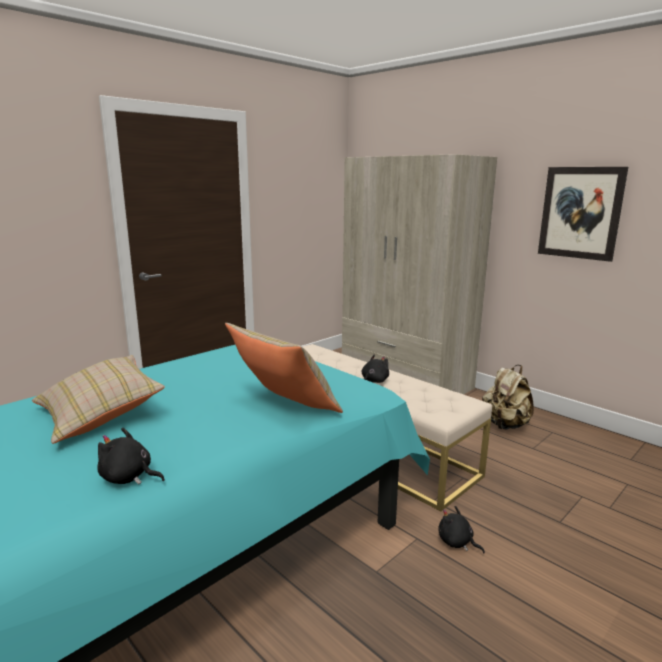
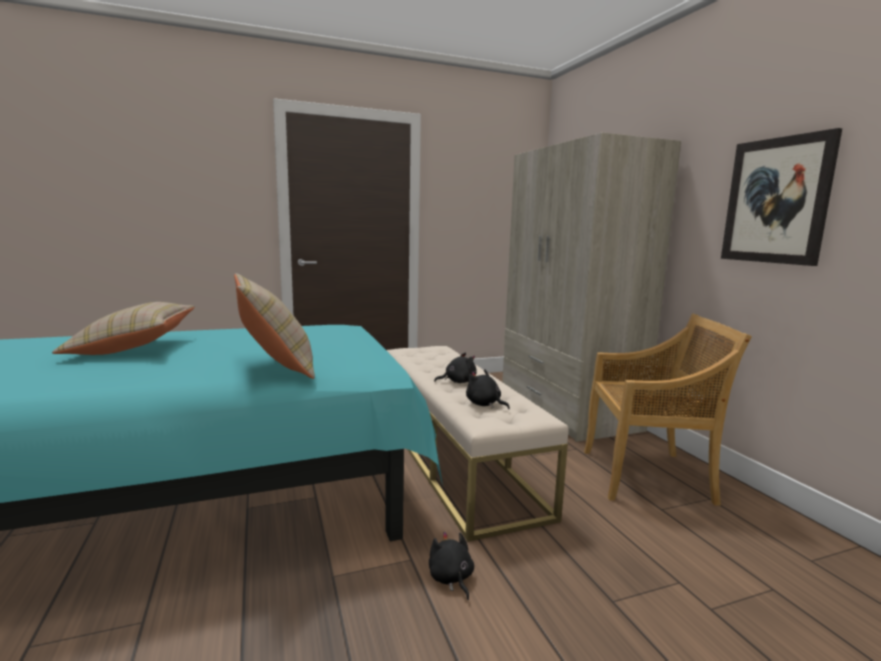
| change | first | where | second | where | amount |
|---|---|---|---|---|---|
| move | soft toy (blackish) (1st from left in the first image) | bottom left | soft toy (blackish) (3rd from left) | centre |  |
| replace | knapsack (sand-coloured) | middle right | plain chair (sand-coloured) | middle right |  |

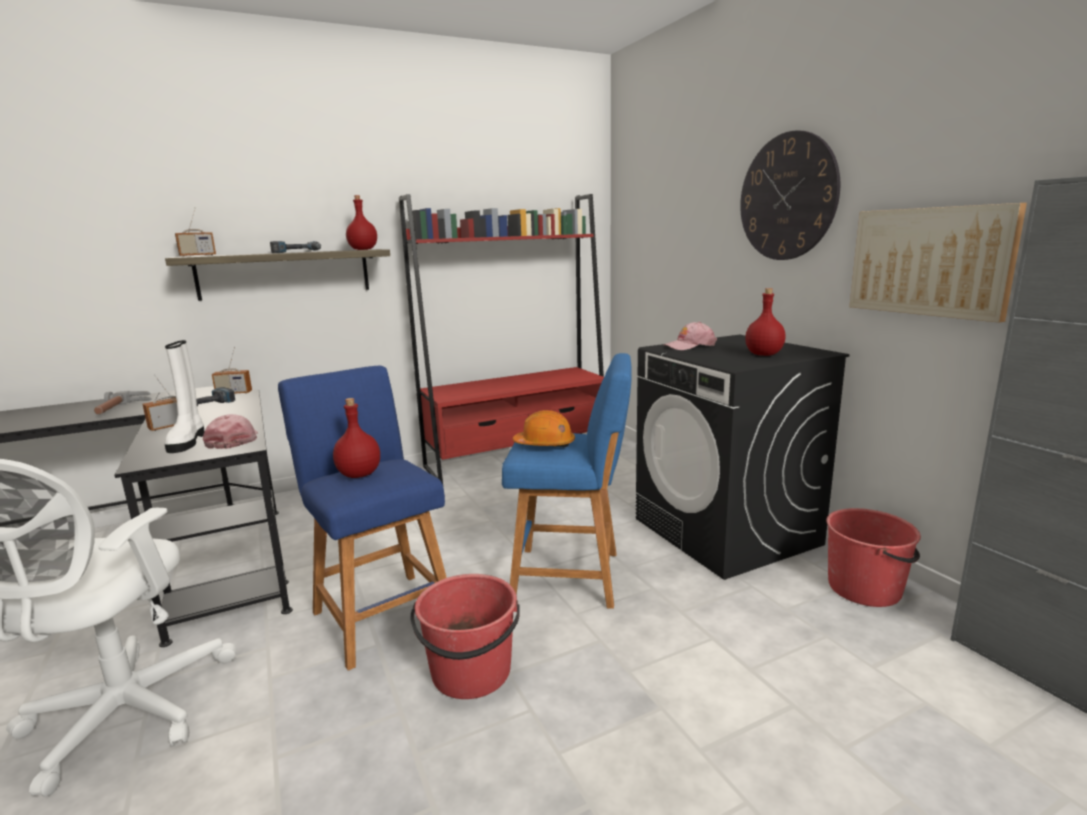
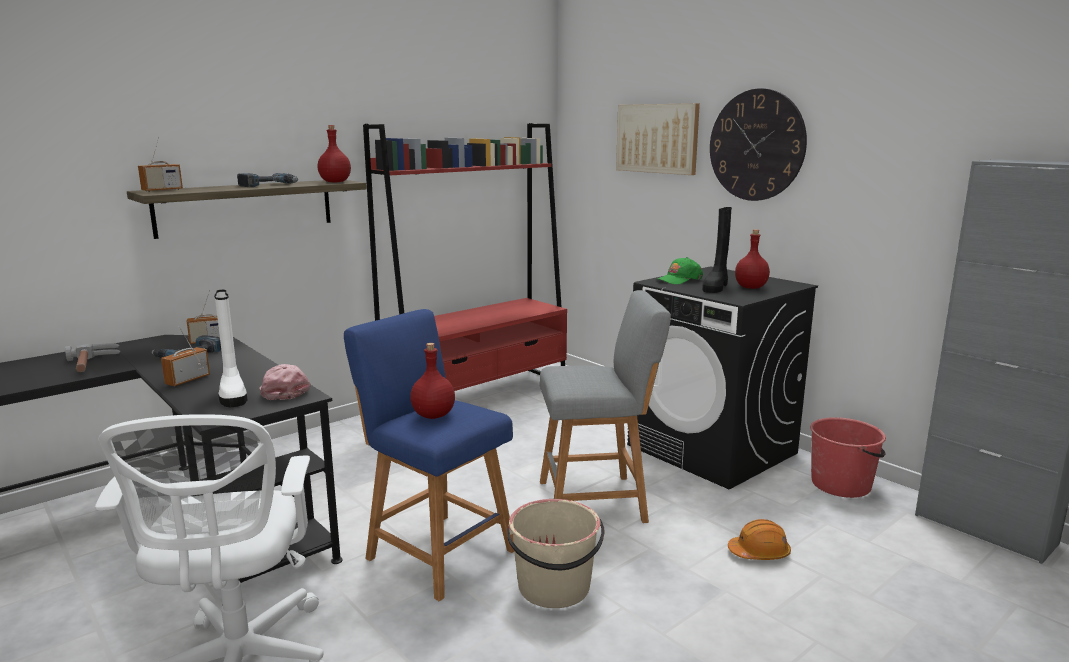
| change | first | where | second | where | amount |
|---|---|---|---|---|---|
| recolor | bucket (reddish) (1st from left) | bottom centre | bucket (sand-coloured) | bottom centre |  |
| recolor | stool seat (bluish) (2nd from left) | centre | stool seat (greyish) | centre |  |
| move | safety helmet (orange-coloured) | centre |  | bottom right |  |
| recolor | baseball cap (pinkish) (2nd from left) | centre | baseball cap (green) | centre |  |
| move | picture | top right |  | top centre |  |
| insert |  |  | boot (blackish) | middle right |  |

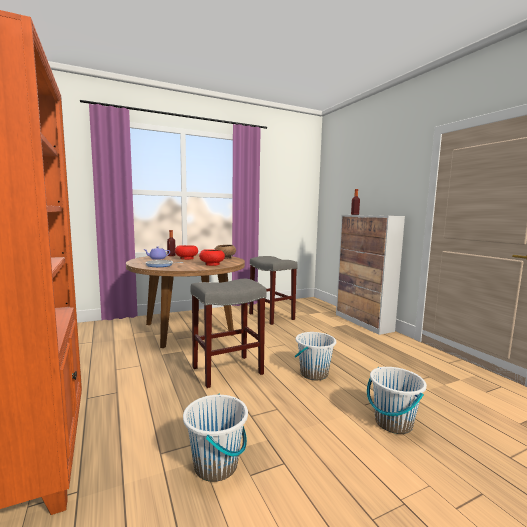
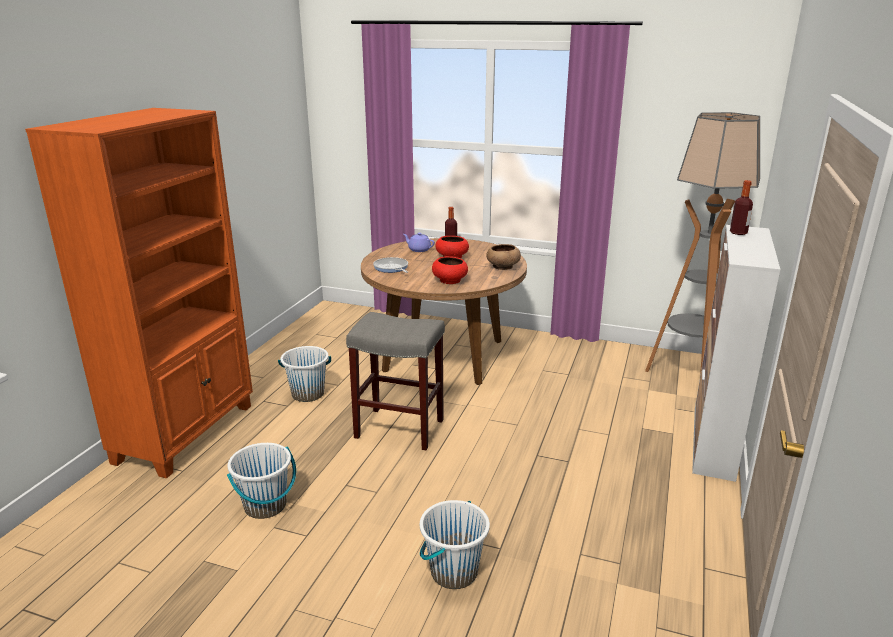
| change | first | where | second | where | amount |
|---|---|---|---|---|---|
| delete | stool seat (greyish) (2nd from left) | centre |  |  |  |
| move | bucket (white-coloured) (2nd from left) | bottom centre |  | centre |  |
| insert |  |  | floor lamp | middle right |  |

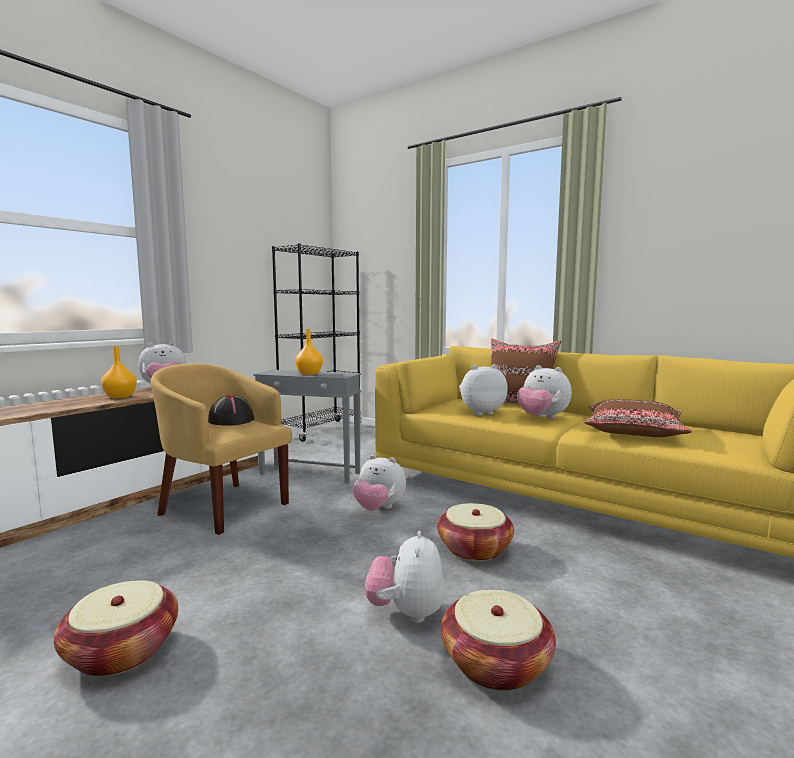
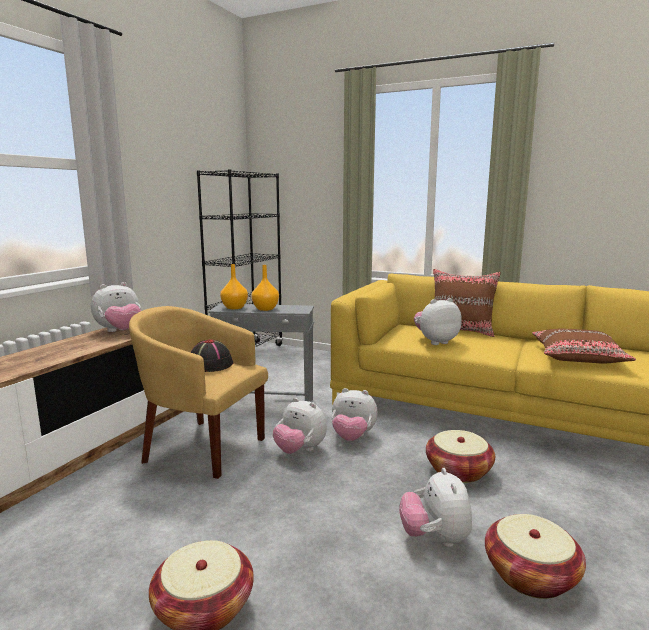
| change | first | where | second | where | amount |
|---|---|---|---|---|---|
| move | vase (orange-coloured) (1st from left) | middle left |  | centre |  |
| move | soft toy (5th from left in the first image) | middle right | soft toy (2nd from left) | bottom centre |  |

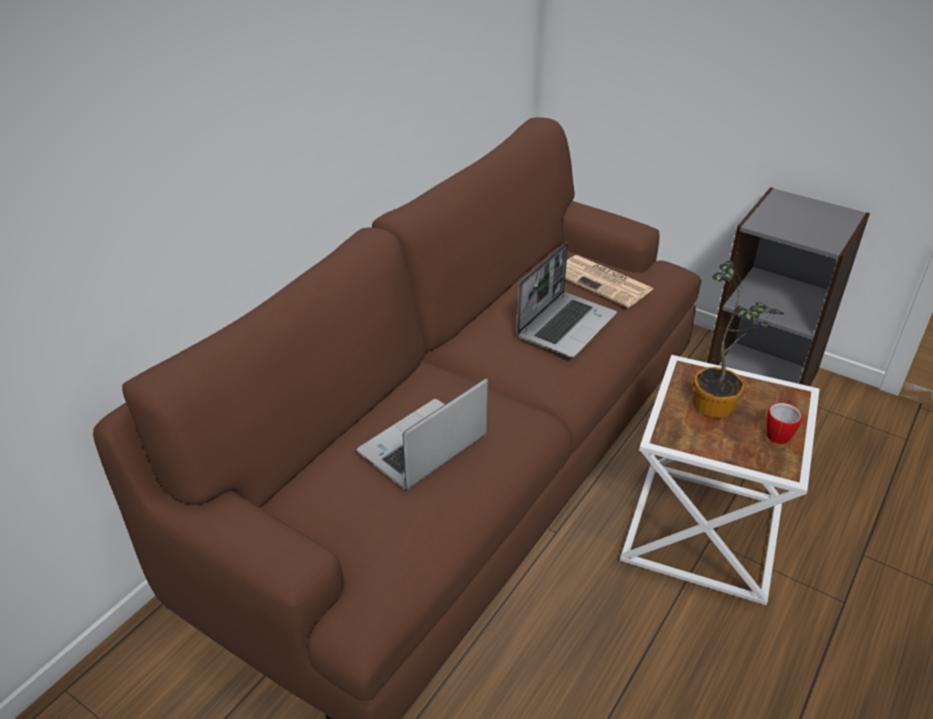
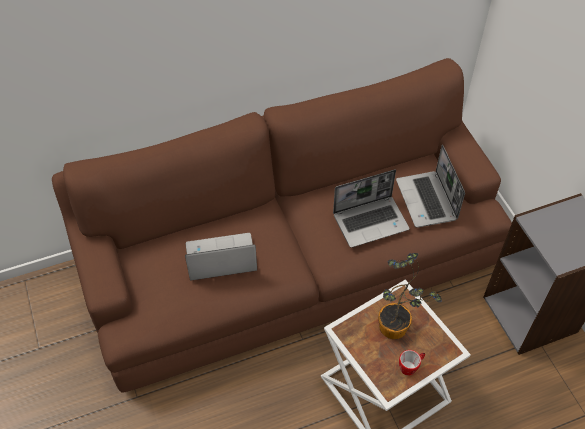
| change | first | where | second | where | amount |
|---|---|---|---|---|---|
| replace | daily paper | centre | laptop (3rd from left) | middle right |  |

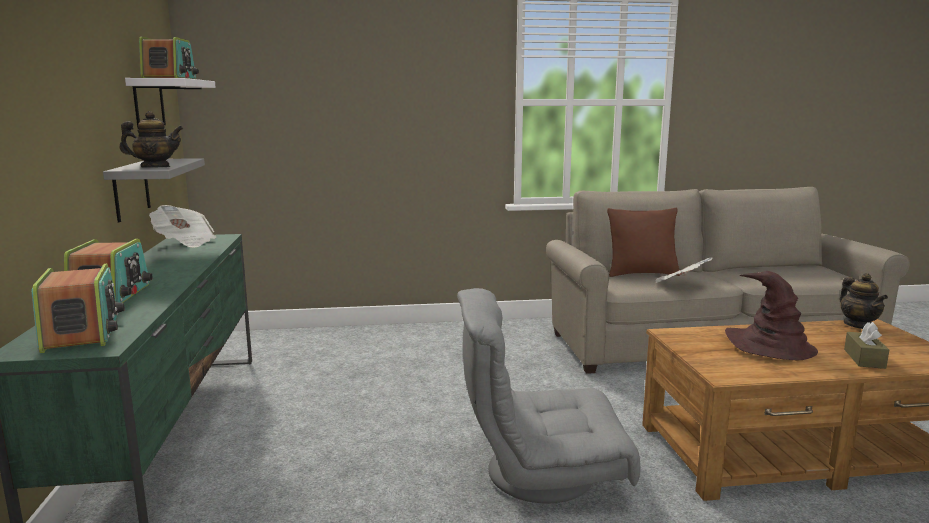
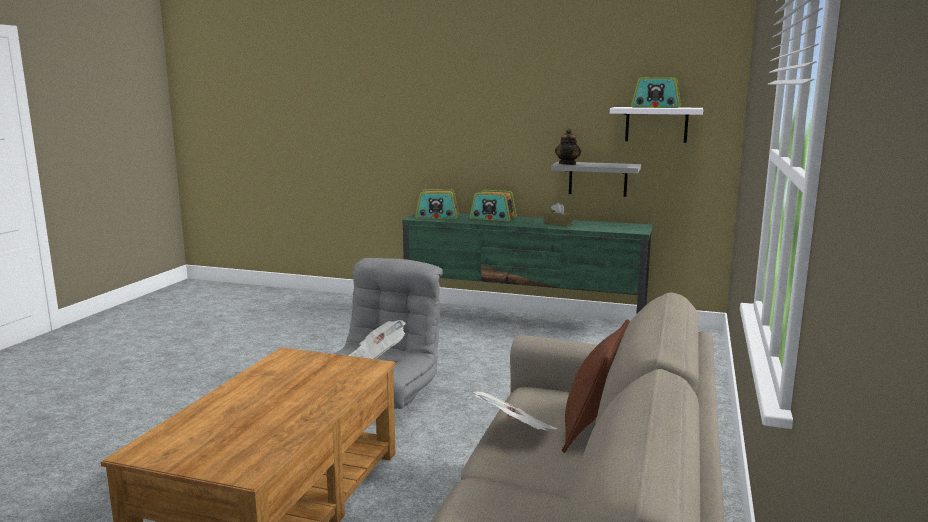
| change | first | where | second | where | amount |
|---|---|---|---|---|---|
| move | daily paper (1st from left) | middle left |  | centre |  |
| delete | wearable hat (brown) | middle right |  |  |  |
| delete | pot for tea (2nd from left) | middle right |  |  |  |
| move | box of tissues (brown) | middle right |  | centre |  |

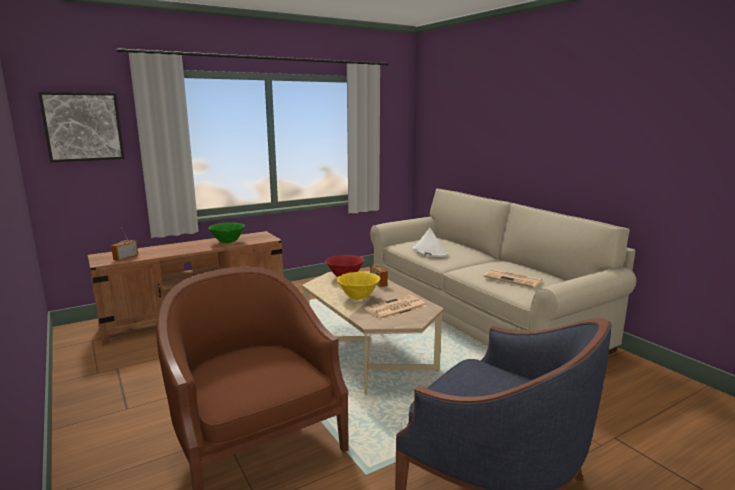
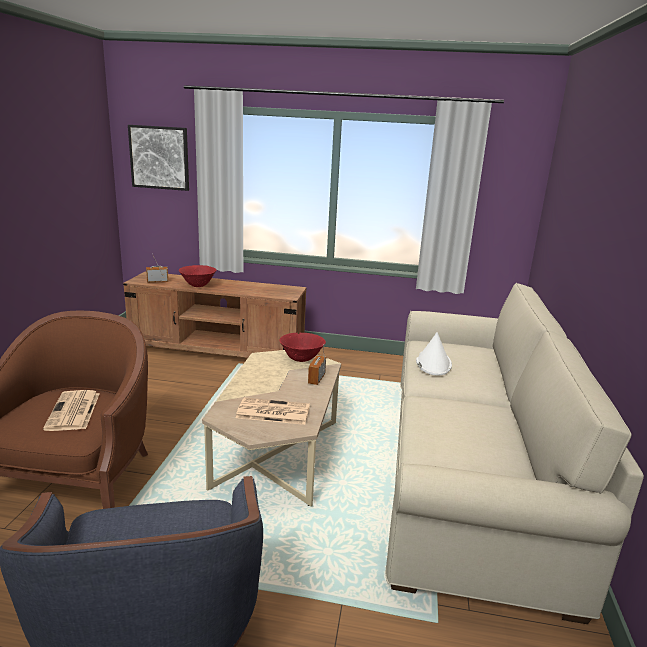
| change | first | where | second | where | amount |
|---|---|---|---|---|---|
| delete | deep dish (green) | middle left |  |  |  |
| delete | deep dish (yellowish) | centre |  |  |  |
| move | daily paper (2nd from left in the first image) | middle right | daily paper (1st from left) | middle left |  |
| insert |  |  | deep dish (reddish) (1st from left) | middle left |  |

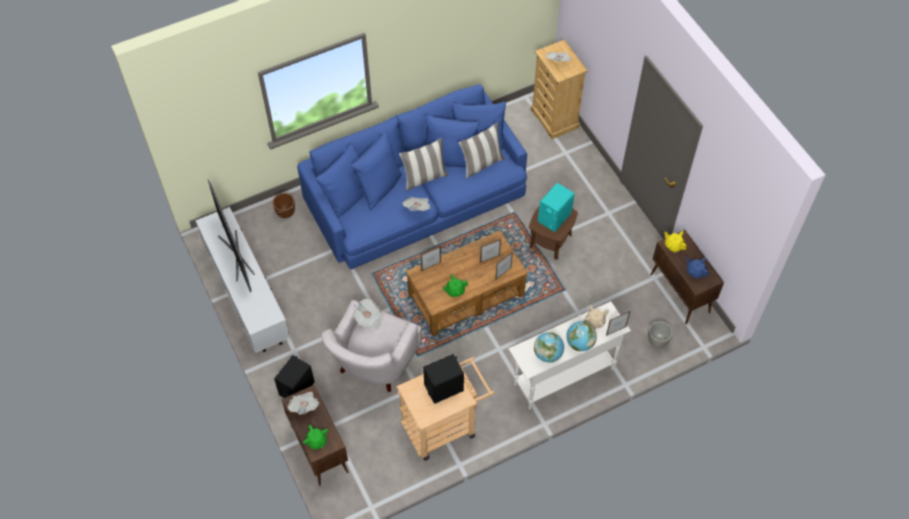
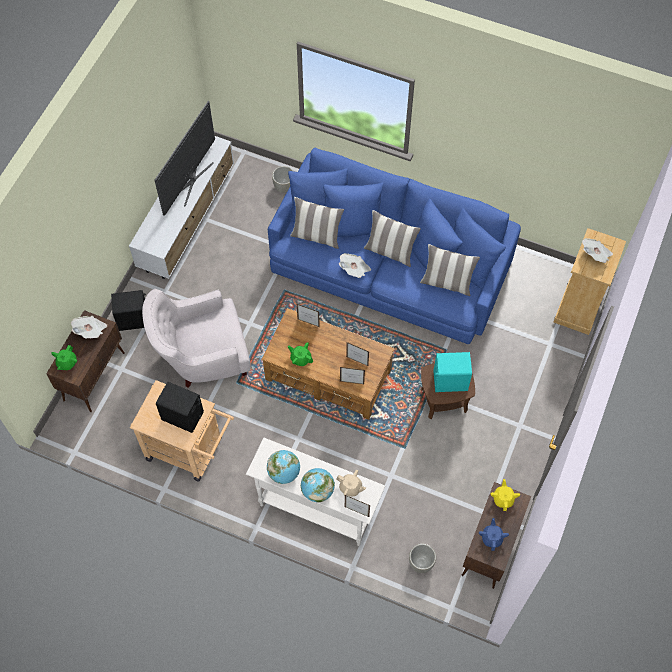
| change | first | where | second | where | amount |
|---|---|---|---|---|---|
| recolor | planter (brown) | middle left | planter (greyish) (1st from left) | top centre |  |
| delete | daily paper (2nd from left) | centre |  |  |  |
| insert |  |  | pillow (1st from left) | top centre |  |

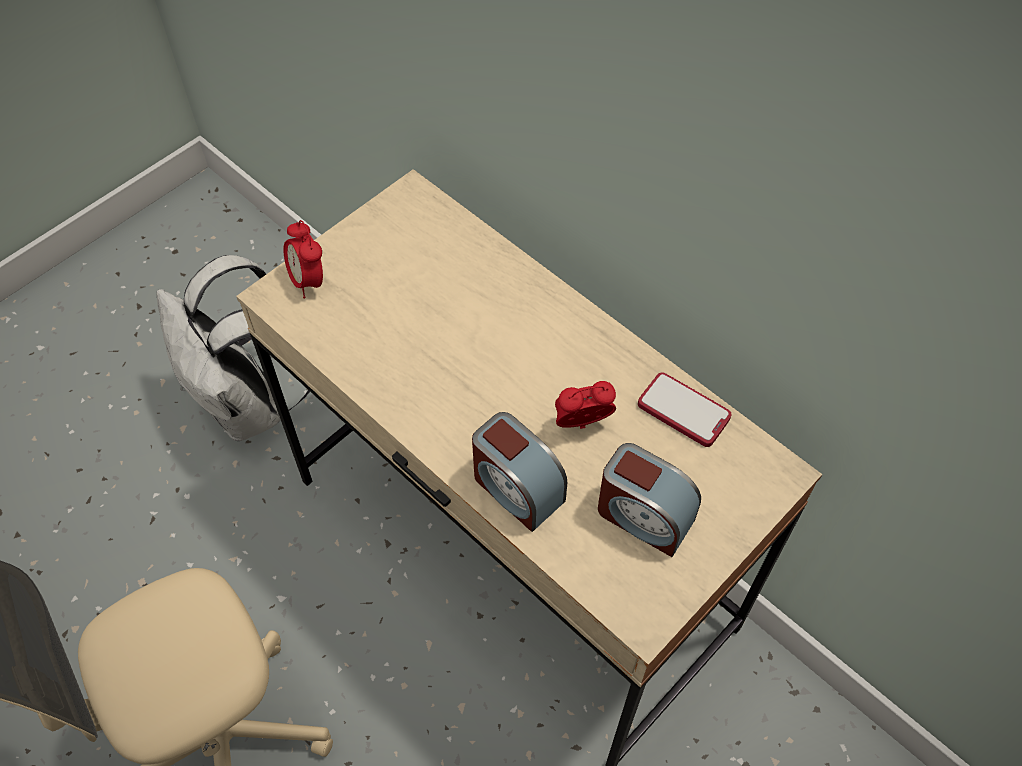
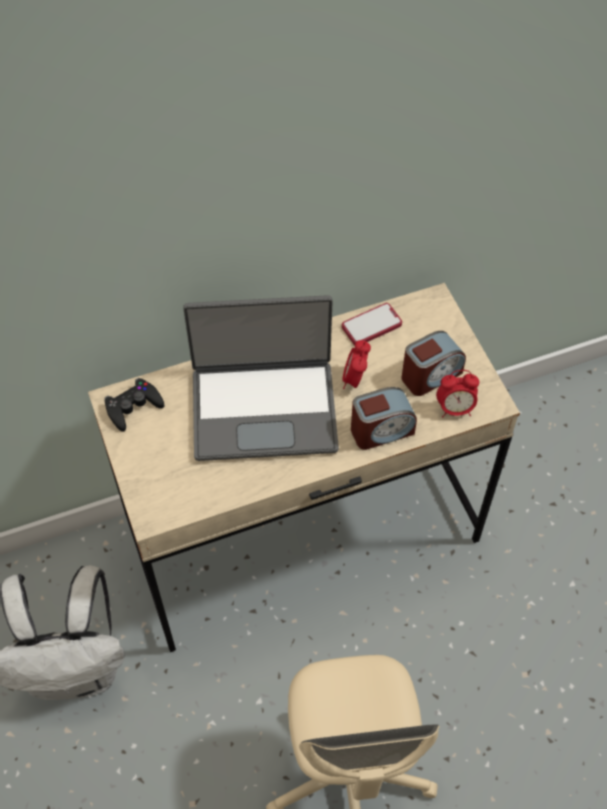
| change | first | where | second | where | amount |
|---|---|---|---|---|---|
| move | table clock (1st from left in the first image) | middle left | table clock (4th from left) | middle right |  |
| insert |  |  | joypad (blackish) | middle left |  |
| insert |  |  | laptop | centre |  |

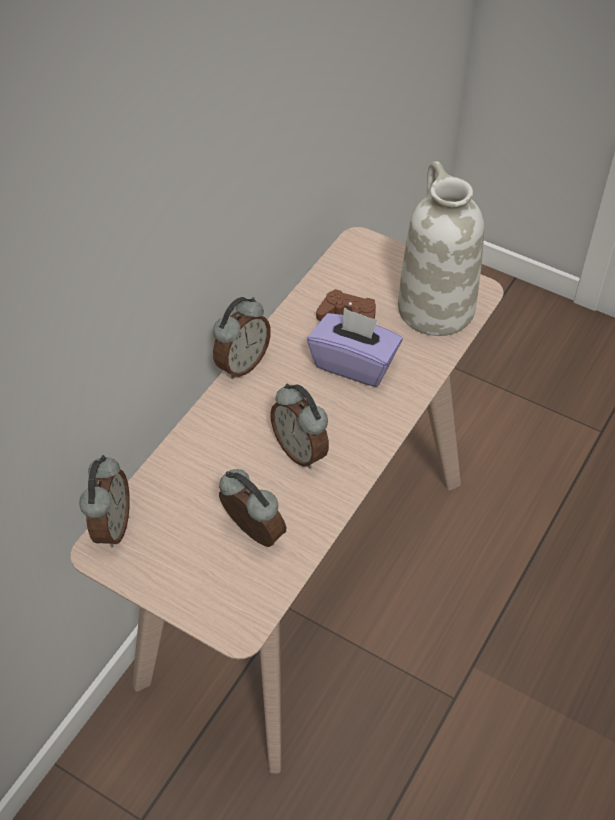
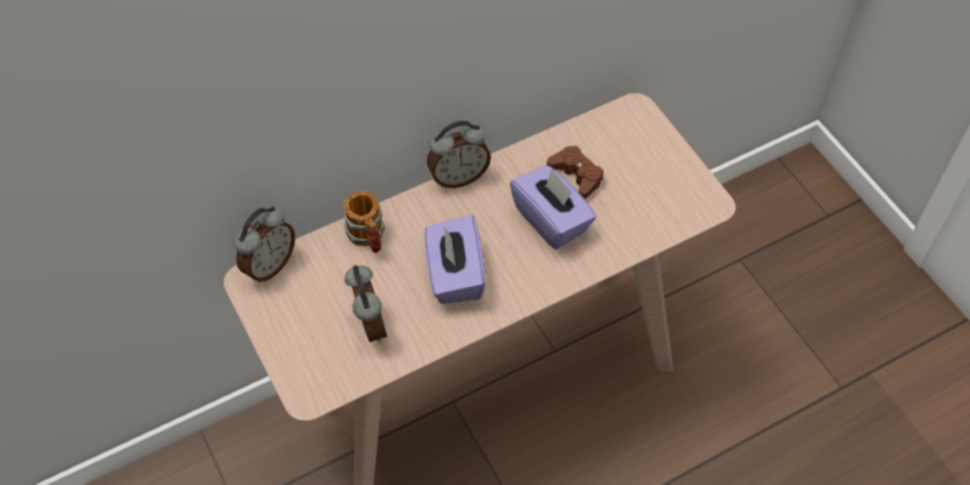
| change | first | where | second | where | amount |
|---|---|---|---|---|---|
| replace | table clock (4th from left) | centre | box of tissues (purple) (1st from left) | centre |  |
| delete | vase (white-coloured) | top right |  |  |  |
| insert |  |  | coffee mug | centre |  |

